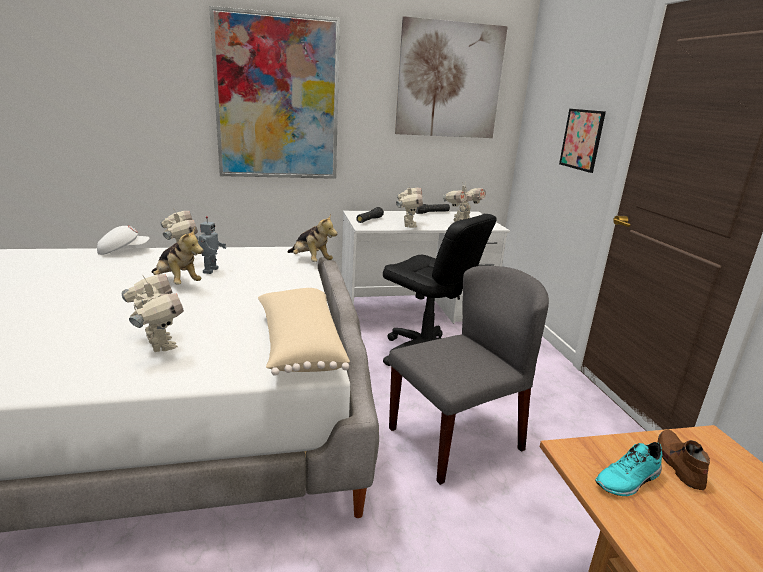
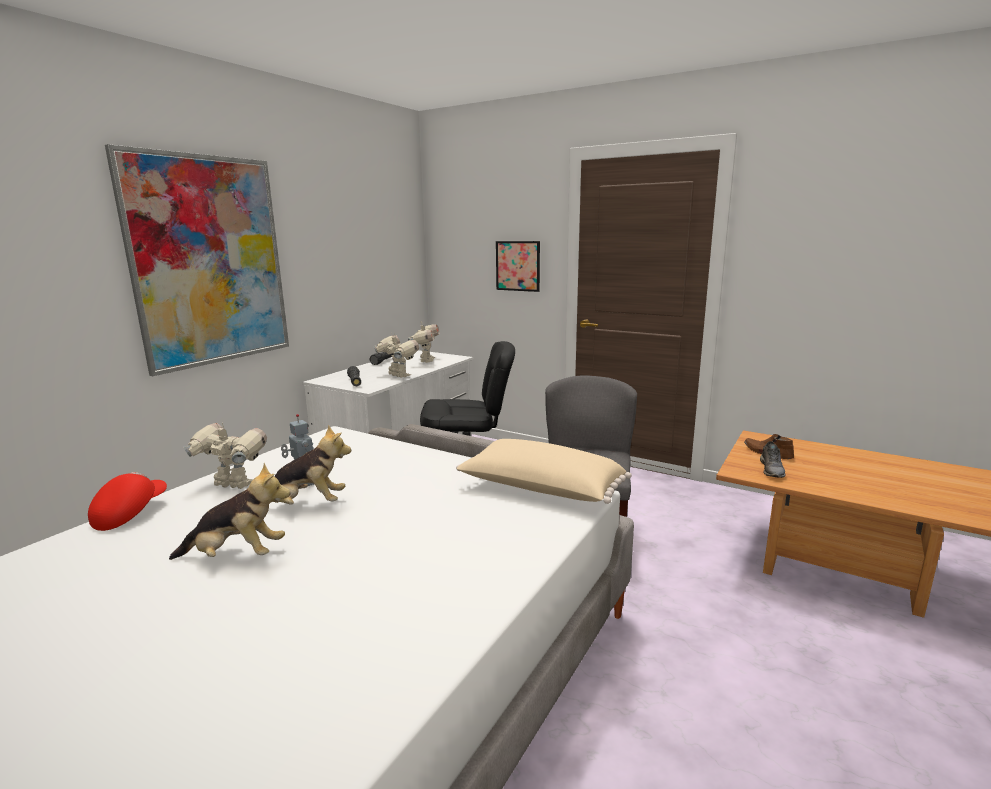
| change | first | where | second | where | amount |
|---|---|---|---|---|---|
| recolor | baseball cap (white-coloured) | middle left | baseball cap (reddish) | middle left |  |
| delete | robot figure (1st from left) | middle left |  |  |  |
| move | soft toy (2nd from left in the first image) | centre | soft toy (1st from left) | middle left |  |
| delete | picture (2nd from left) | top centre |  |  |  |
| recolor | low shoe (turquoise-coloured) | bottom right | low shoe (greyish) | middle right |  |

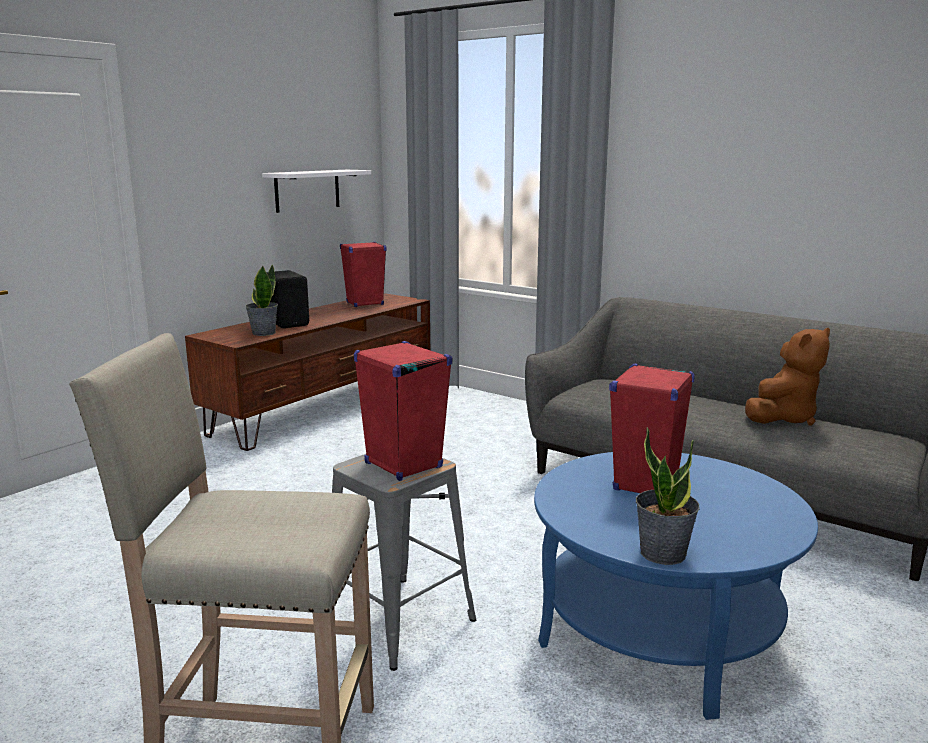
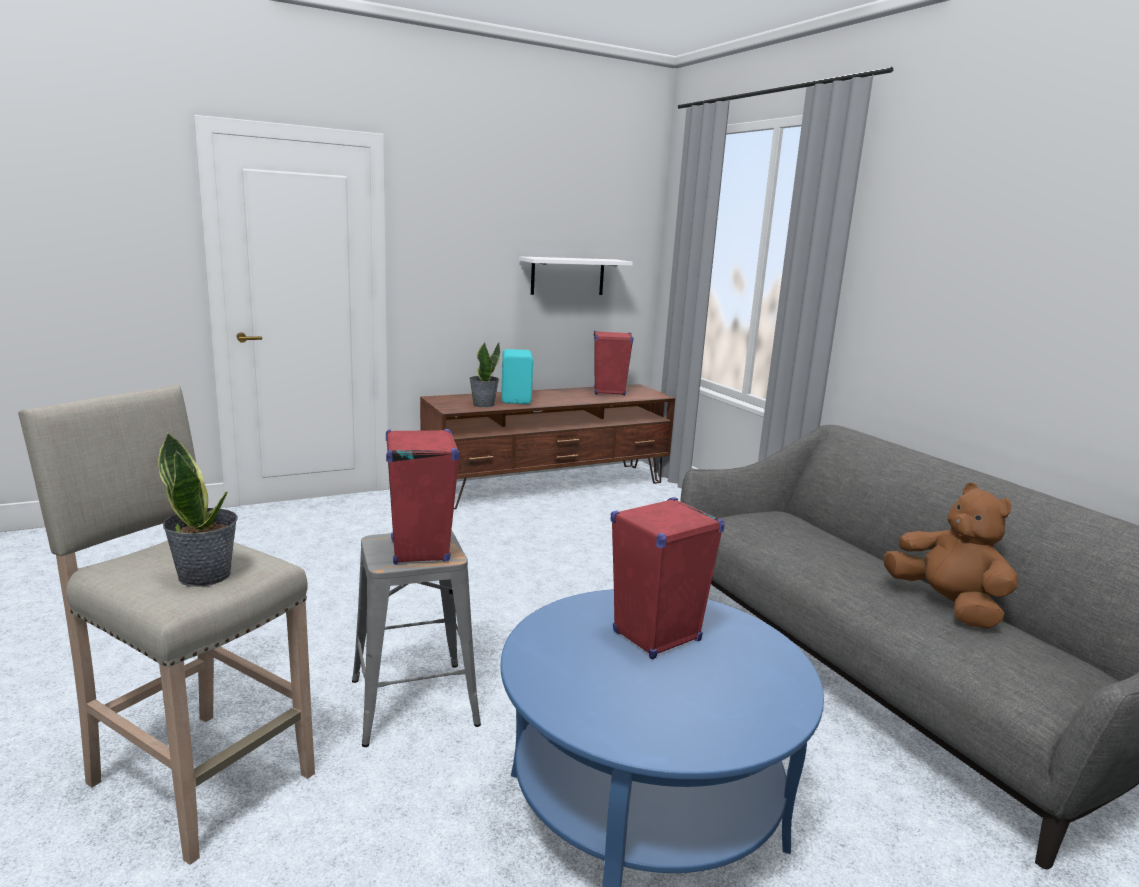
| change | first | where | second | where | amount |
|---|---|---|---|---|---|
| recolor | speaker (blackish) | middle left | speaker (turquoise-coloured) | centre |  |
| move | houseplant (2nd from left in the first image) | bottom right | houseplant (1st from left) | middle left |  |
| rotate | soft toy (brown) | middle right |  | middle right | 105 degrees counterclockwise |

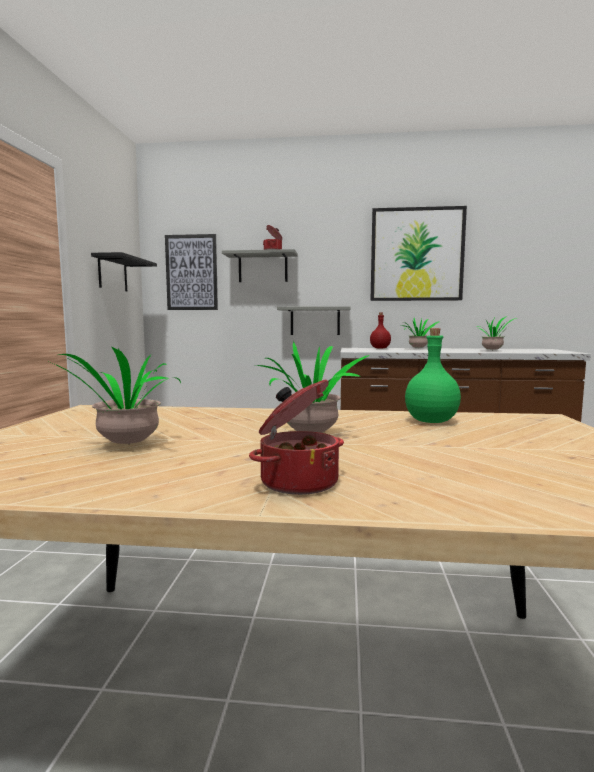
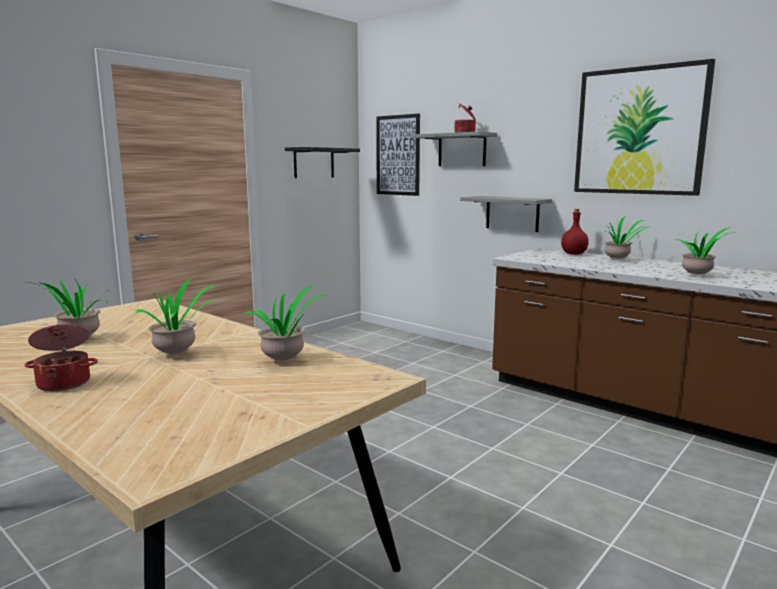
| change | first | where | second | where | amount |
|---|---|---|---|---|---|
| replace | beverage bottle (green) | middle right | houseplant (3rd from left) | centre |  |

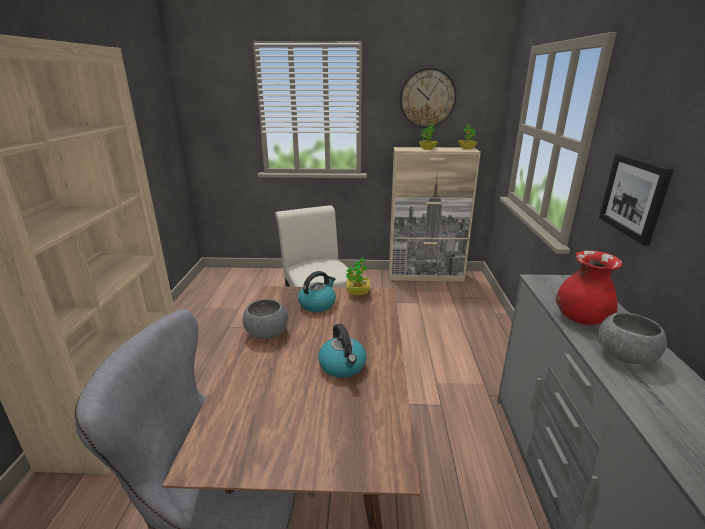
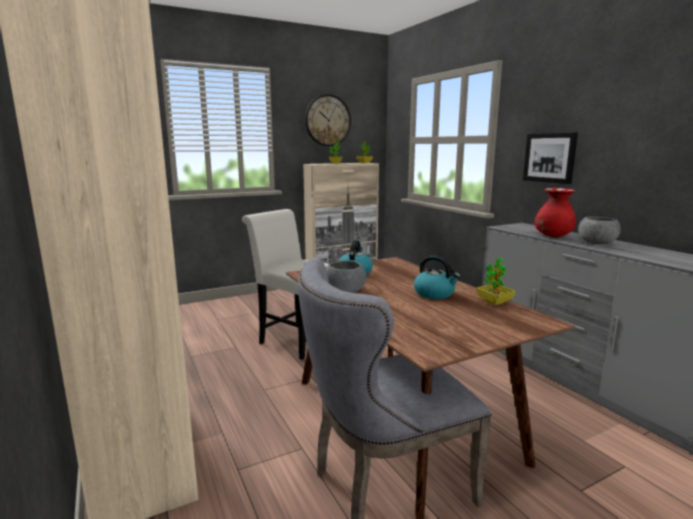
| change | first | where | second | where | amount |
|---|---|---|---|---|---|
| move | houseplant (1st from left in the first image) | centre | houseplant (3rd from left) | middle right |  |

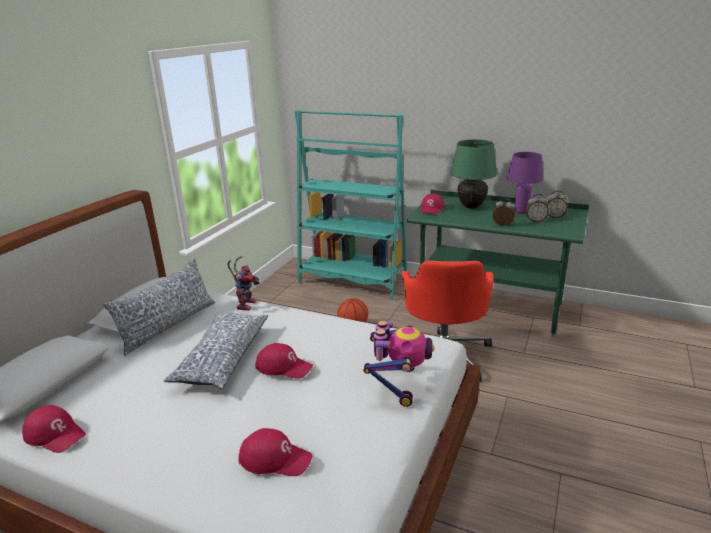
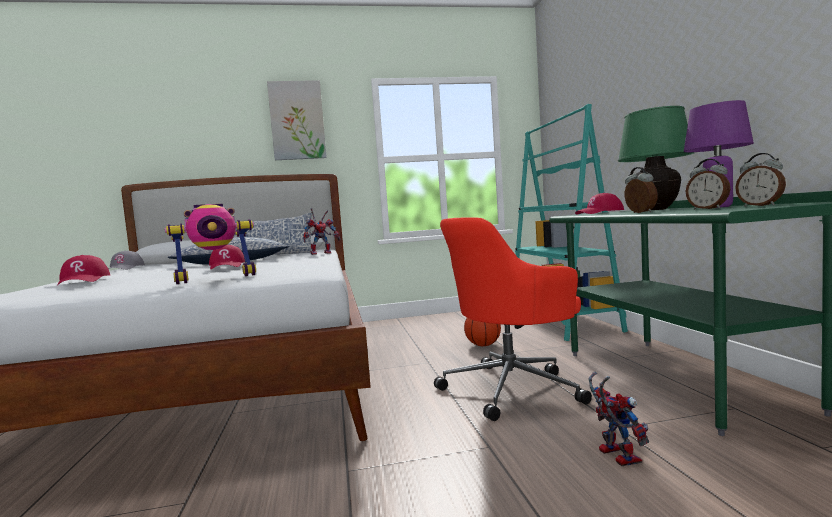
| change | first | where | second | where | amount |
|---|---|---|---|---|---|
| recolor | baseball cap (reddish) (1st from left) | bottom left | baseball cap (greyish) | middle left |  |
| insert |  |  | picture | top centre |  |
| insert |  |  | robot figure (3rd from left) | bottom right |  |

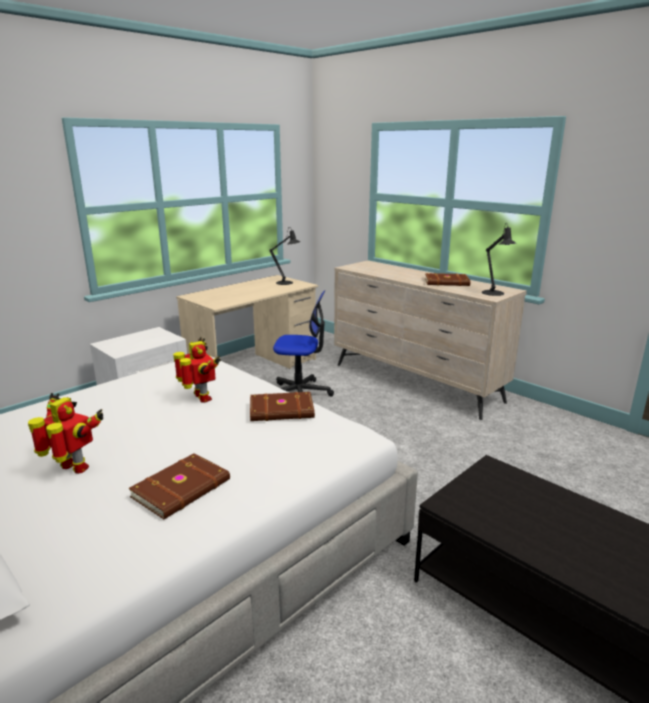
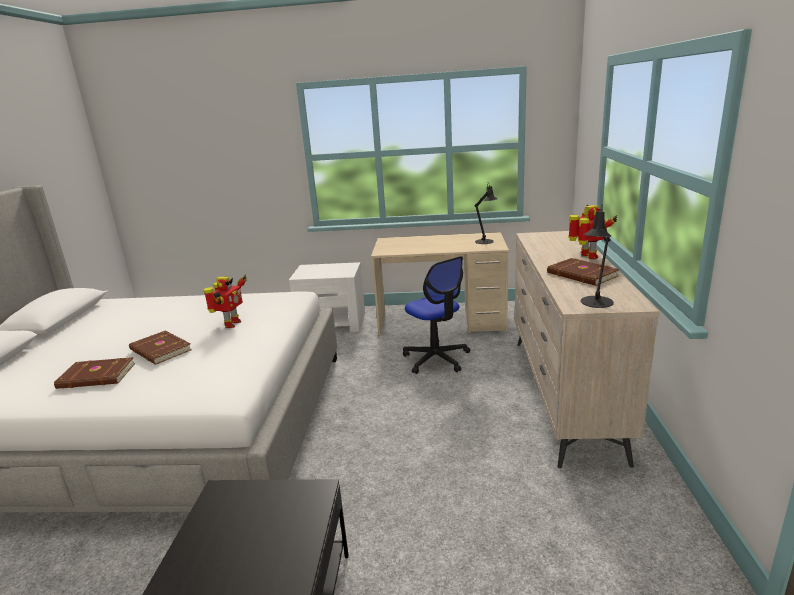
| change | first | where | second | where | amount |
|---|---|---|---|---|---|
| move | robot figure (1st from left in the first image) | middle left | robot figure (2nd from left) | middle right |  |
| move | bound book (brown) (2nd from left) | centre |  | middle left |  |

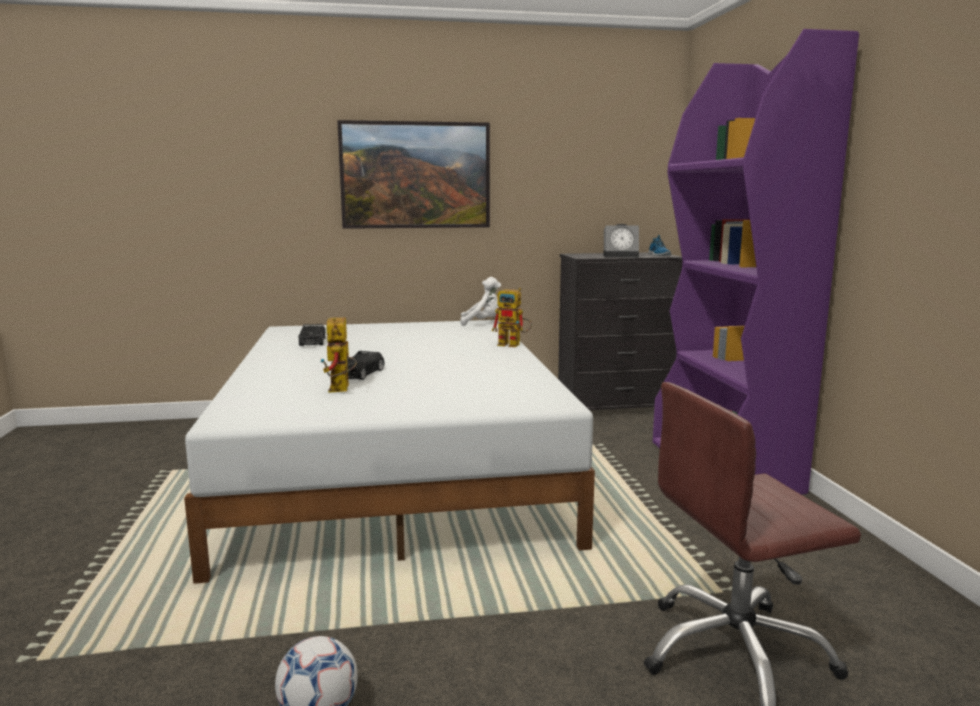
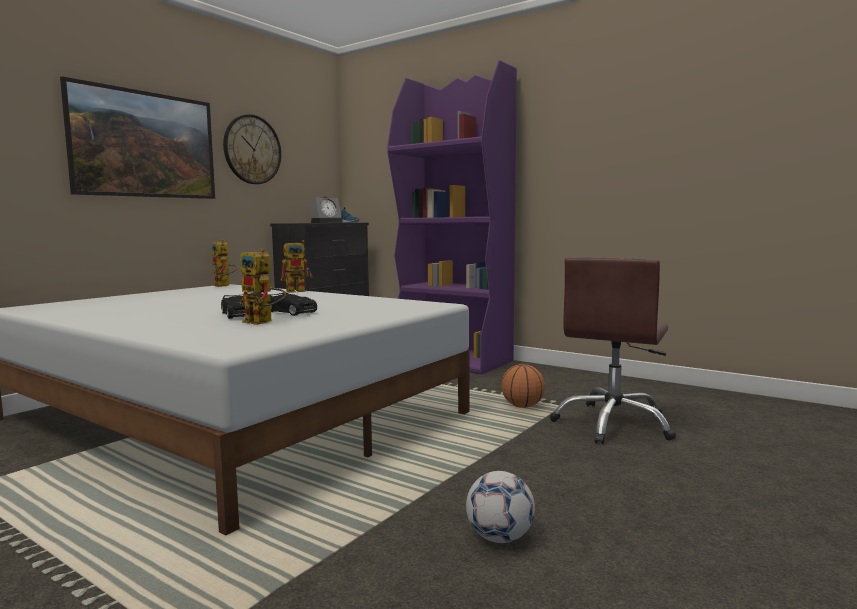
| change | first | where | second | where | amount |
|---|---|---|---|---|---|
| move | toy car (blackish) (1st from left in the first image) | middle left | toy car (blackish) (2nd from left) | centre |  |
| replace | soft toy (white-coloured) | centre | robot figure (1st from left) | middle left |  |
| insert |  |  | wall clock | top left |  |
| insert |  |  | basketball | centre |  |

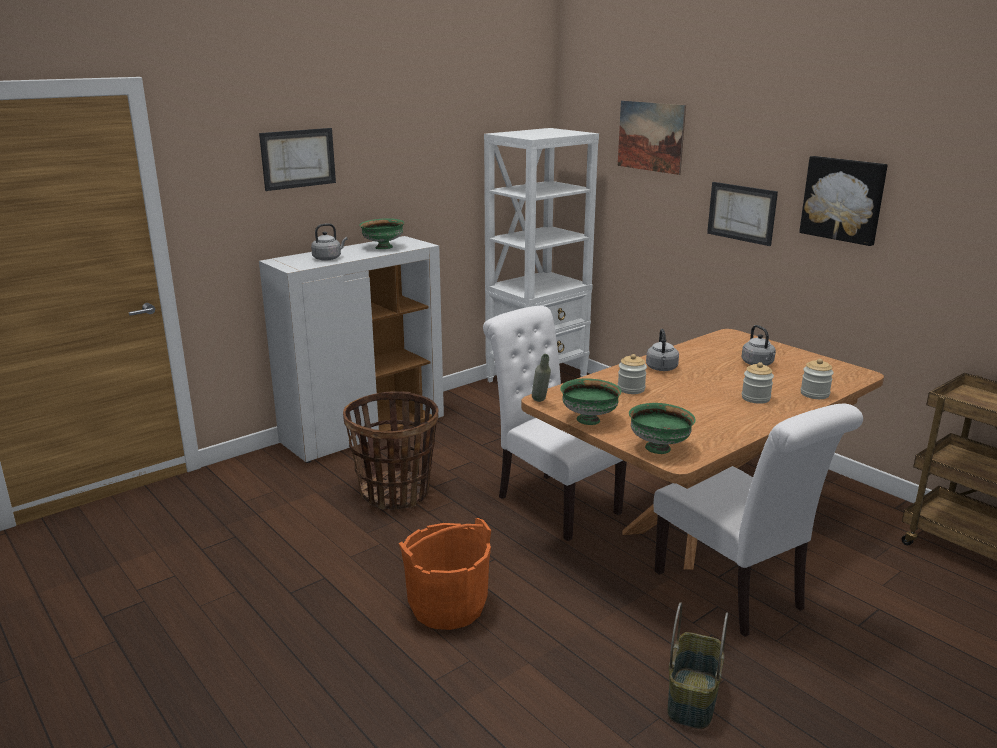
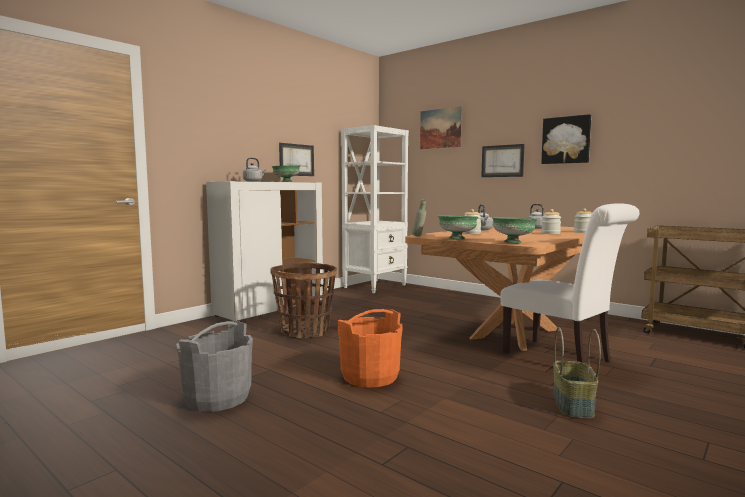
| change | first | where | second | where | amount |
|---|---|---|---|---|---|
| move | picture (1st from left) | top left |  | top centre |  |
| delete | plain chair (white-coloured) (1st from left) | centre |  |  |  |
| insert |  |  | bucket (greyish) | bottom left |  |

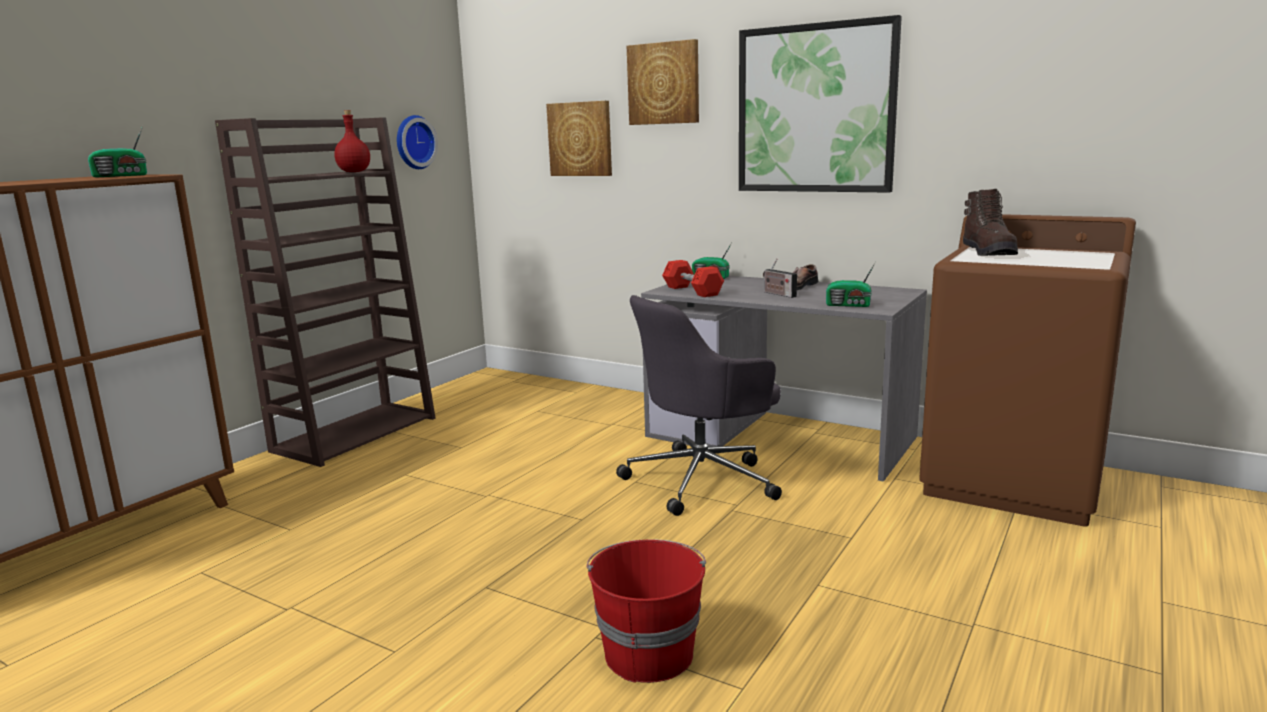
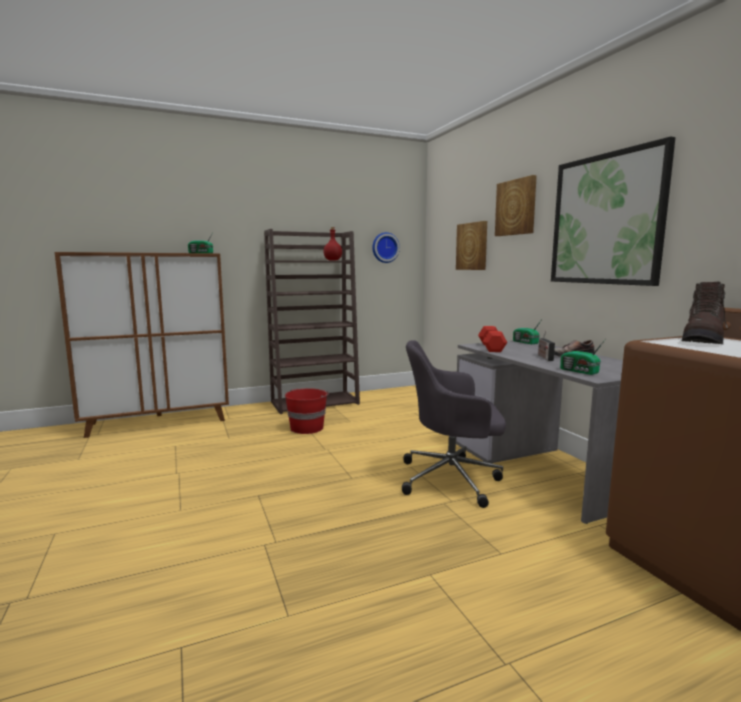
| change | first | where | second | where | amount |
|---|---|---|---|---|---|
| move | bucket (reddish) | bottom centre |  | centre |  |

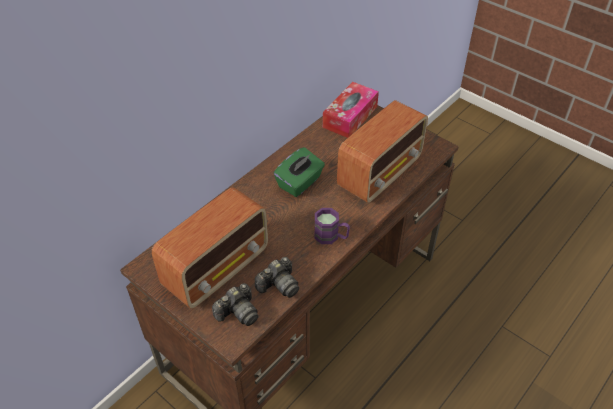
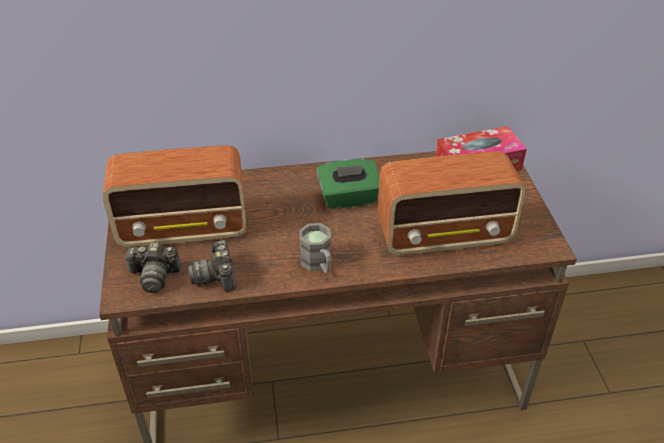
| change | first | where | second | where | amount |
|---|---|---|---|---|---|
| rotate | photo camera (2nd from left) | bottom centre |  | middle left | 75 degrees clockwise |
| recolor | coffee mug (purple) | centre | coffee mug (greyish) | centre |  |

